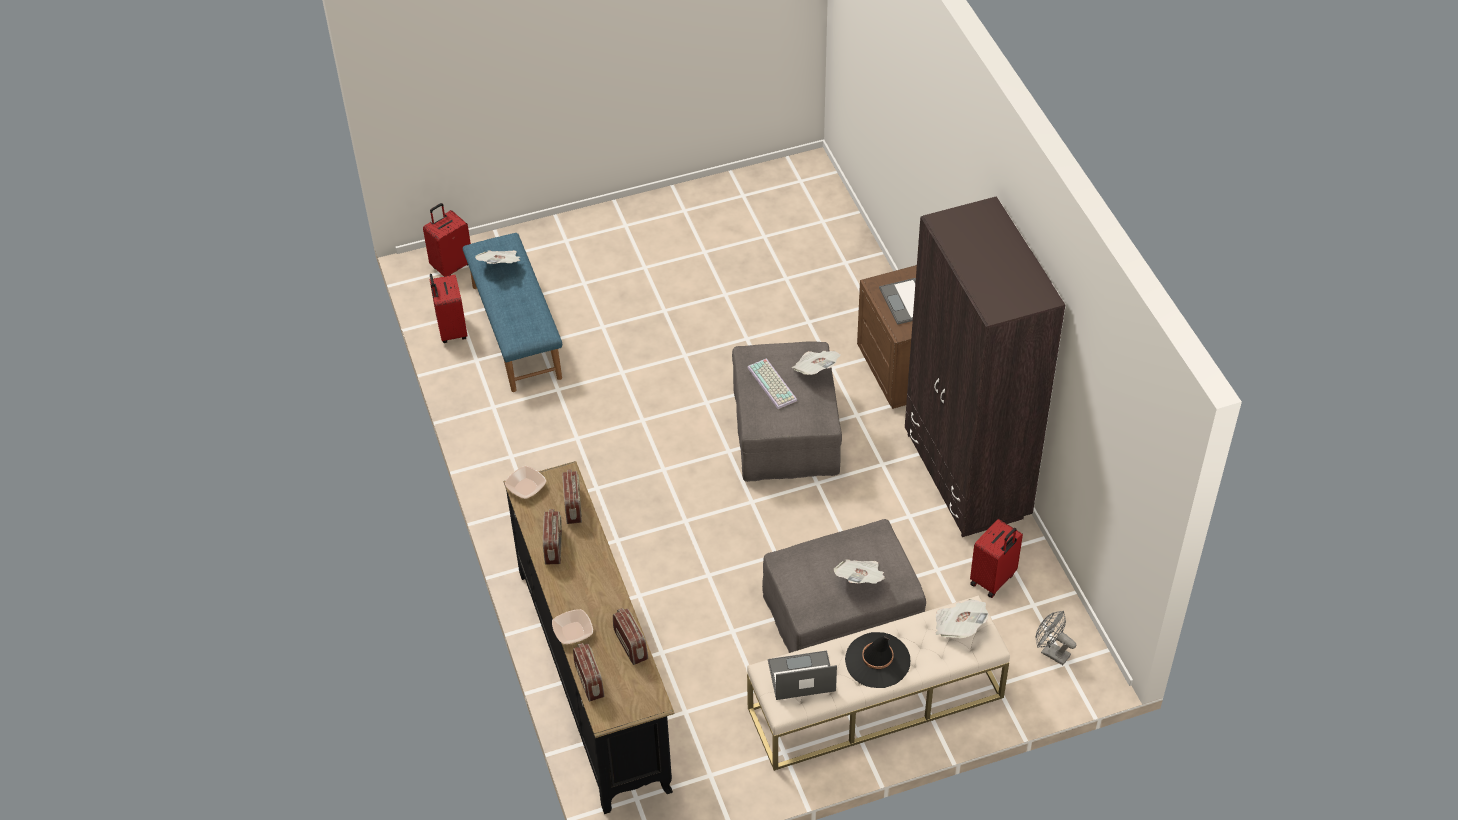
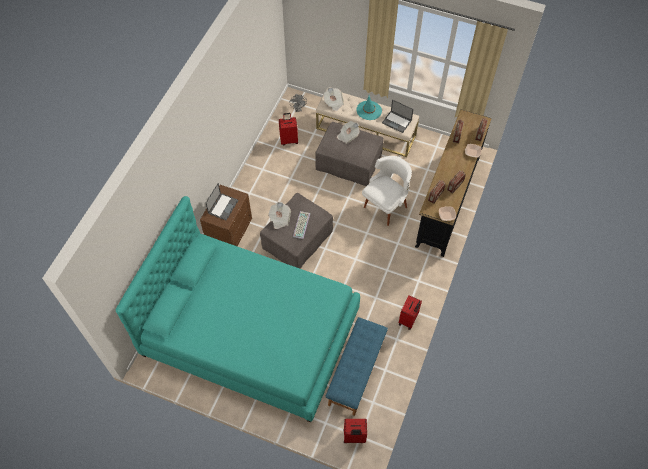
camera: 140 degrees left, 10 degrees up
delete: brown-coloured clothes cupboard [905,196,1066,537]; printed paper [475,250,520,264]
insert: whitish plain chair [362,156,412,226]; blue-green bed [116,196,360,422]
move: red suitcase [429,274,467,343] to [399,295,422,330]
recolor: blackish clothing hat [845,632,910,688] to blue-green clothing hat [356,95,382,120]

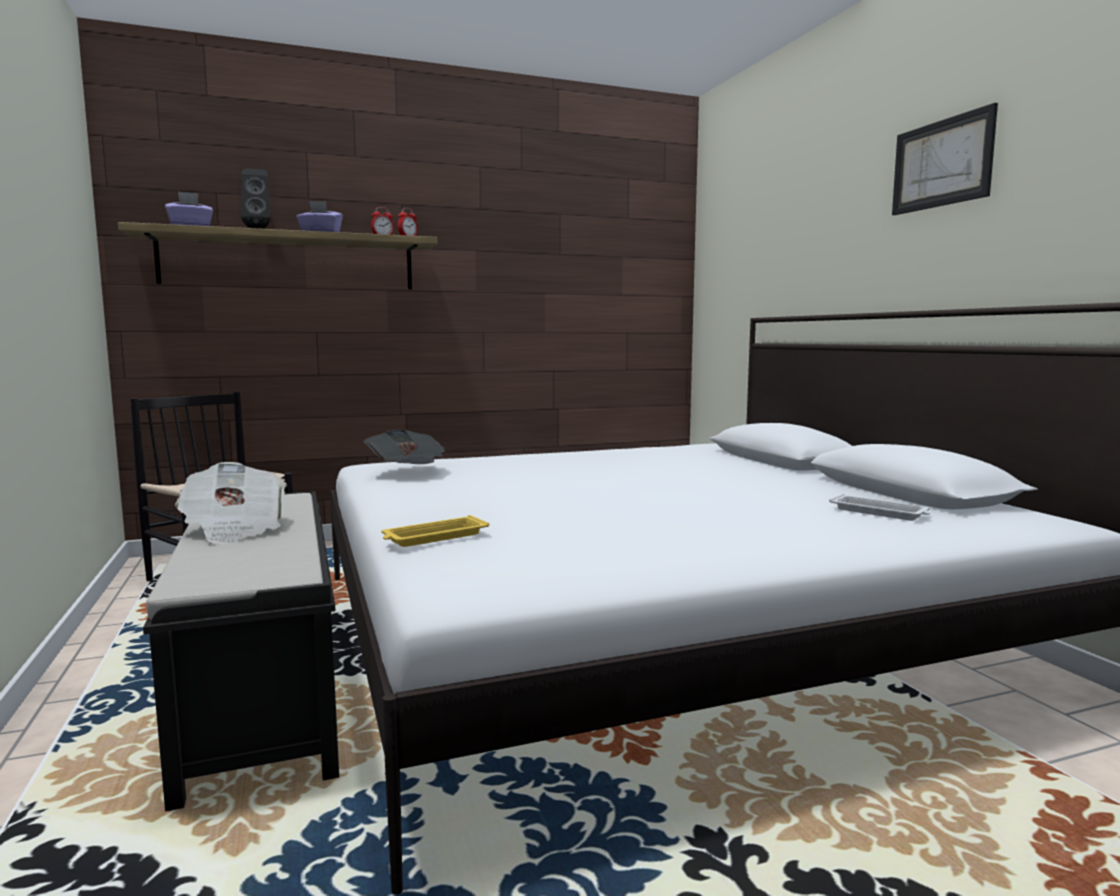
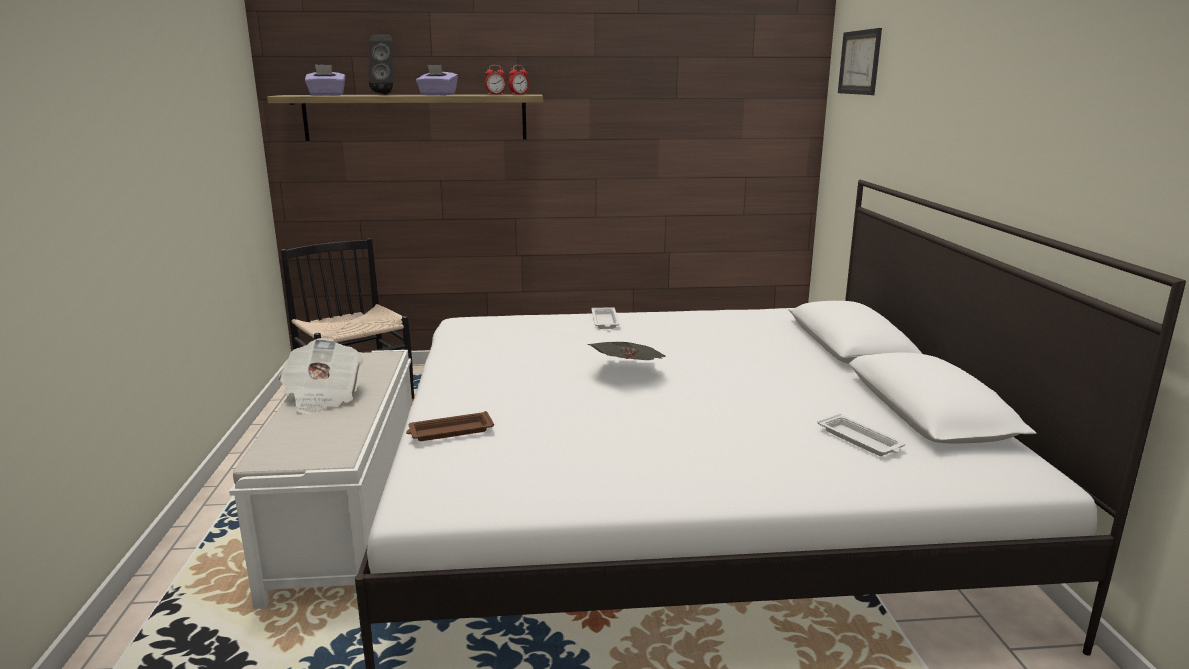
camera: 15 degrees right, 10 degrees up
insert: whitish tray [591,307,620,329]
move: wall picture [892,103,998,215] to [838,28,882,95]; printed paper [364,430,446,464] to [587,342,666,360]
recolor: blackish long seat [143,491,339,811] to whitish long seat [229,350,412,609]; yellow-coloured tray [382,515,489,547] to brown-coloured tray [406,411,494,441]

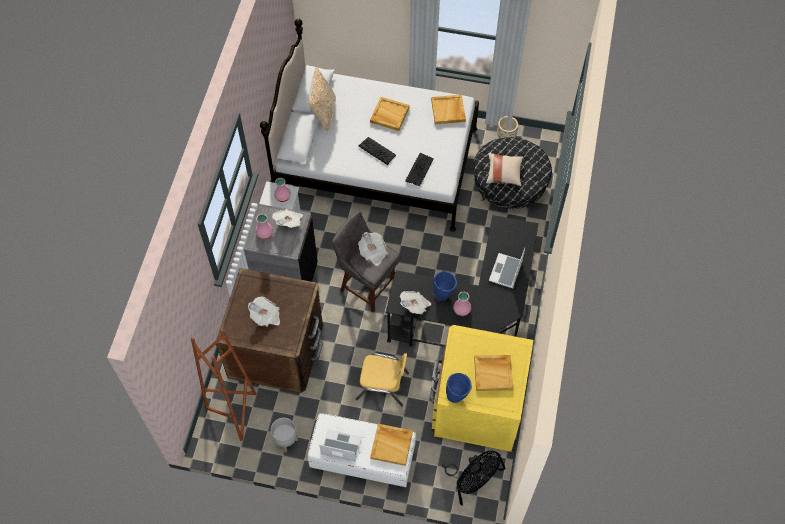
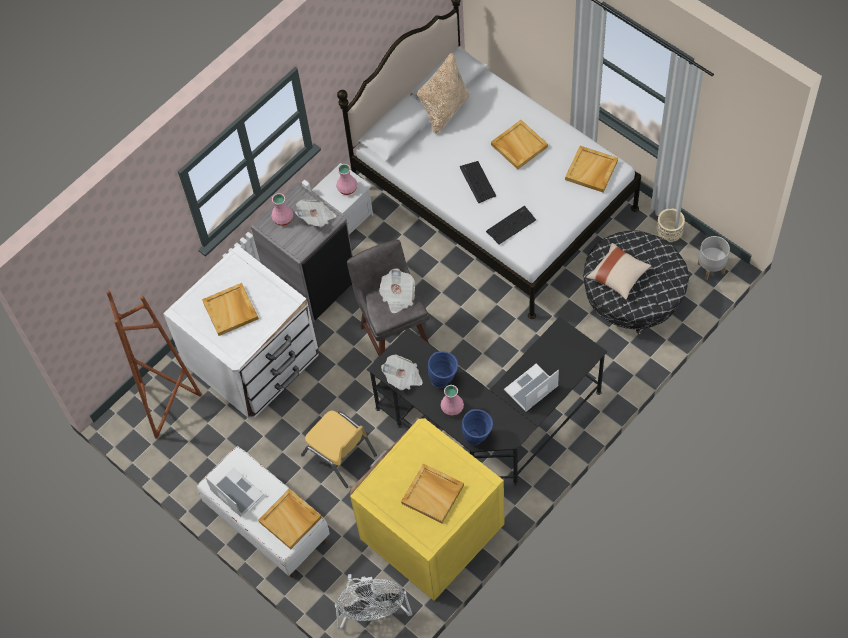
camera: 35 degrees right, 0 degrees up
move: blue flower vase [446,373,472,403] to [462,409,493,445]; greyish flower pot [271,418,298,452] to [697,236,730,280]
replace: printed paper [248,297,280,327] to sand-coloured tray [202,283,259,336]
recolor: brown-coloured drawer chest [216,268,323,393] to whitish drawer chest [163,245,319,418]; blackish cooling fan [442,451,505,506] to whitish cooling fan [335,573,412,629]

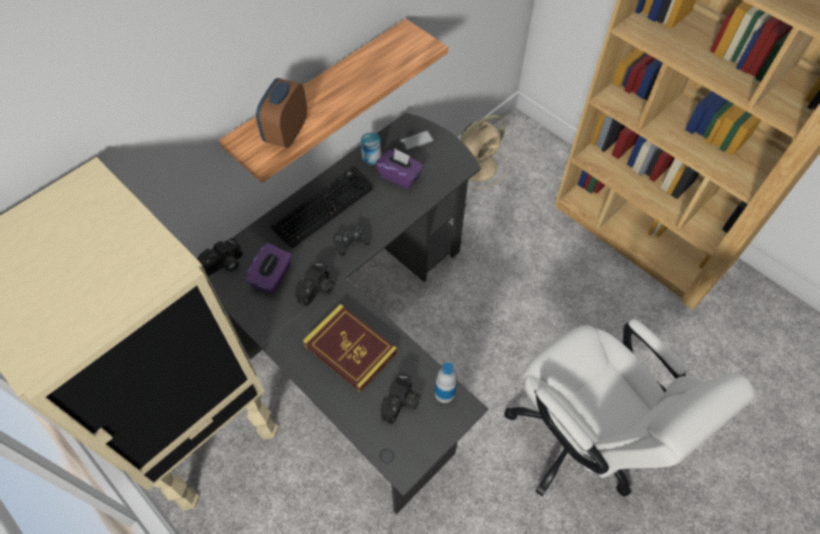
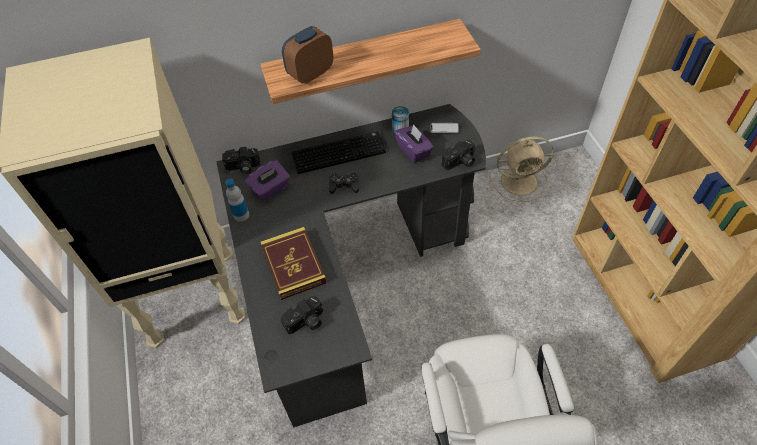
camera: 30 degrees right, 5 degrees down
move: photo camera [295,260,334,307] to [441,140,475,170]; drink bottle [435,362,457,403] to [225,179,249,222]

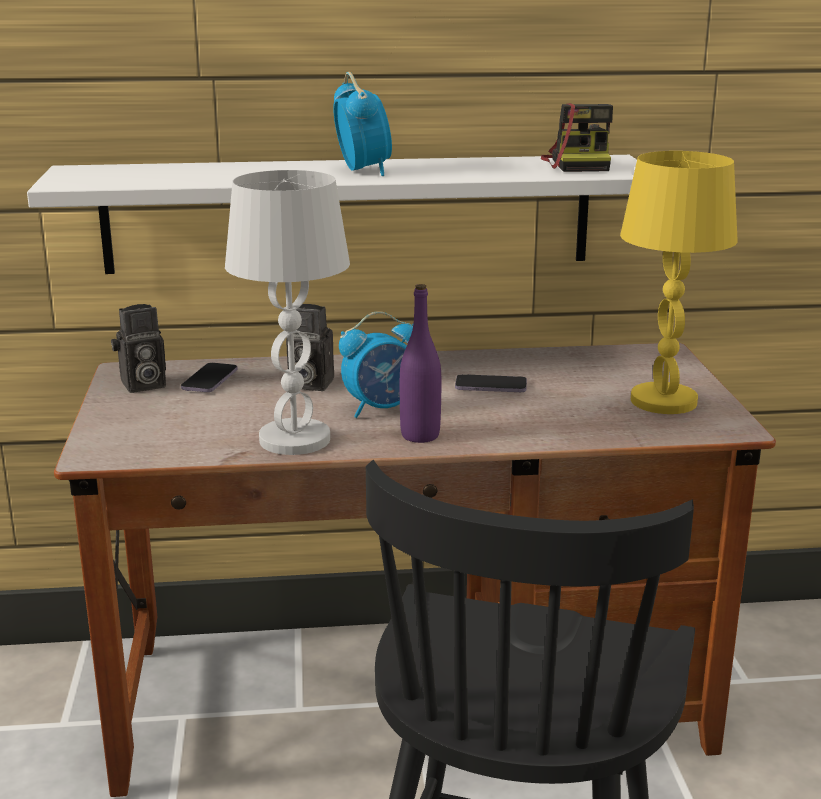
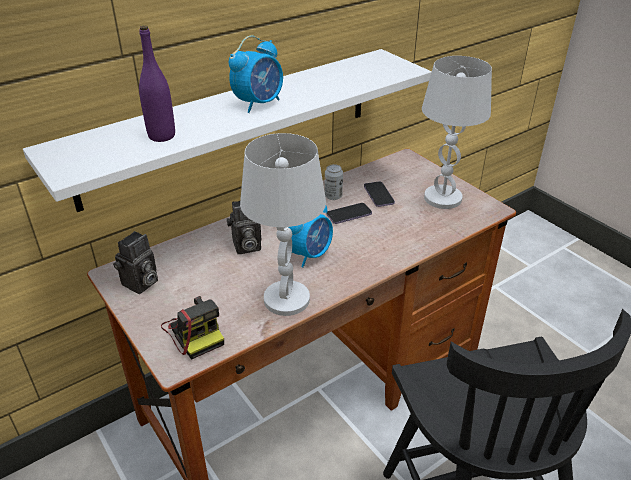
camera: 30 degrees left, 15 degrees up
insert: can [325,164,343,200]
move: photo camera [541,103,613,172] to [161,296,224,360]; purplish drink bottle [400,284,441,443] to [139,26,175,142]; phone [181,363,237,392] to [364,181,395,207]
recolor: yellow-coloured lamp for a table [620,151,738,414] to whitish lamp for a table [422,56,492,209]
rotate: bedside clock [333,72,392,176] = [229,36,283,113] 90 degrees clockwise

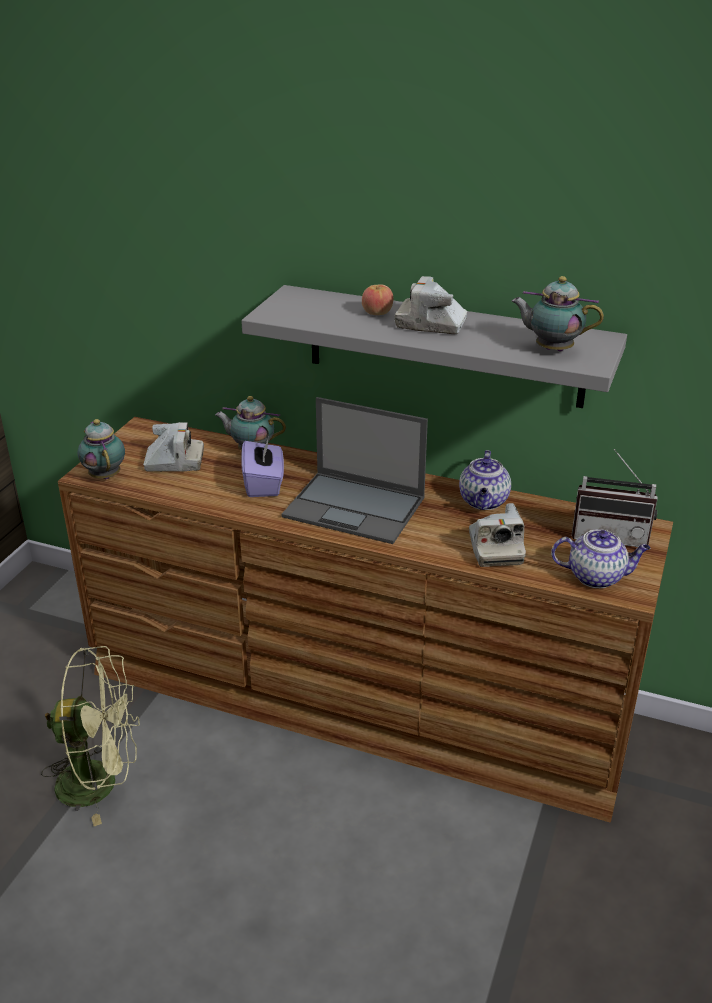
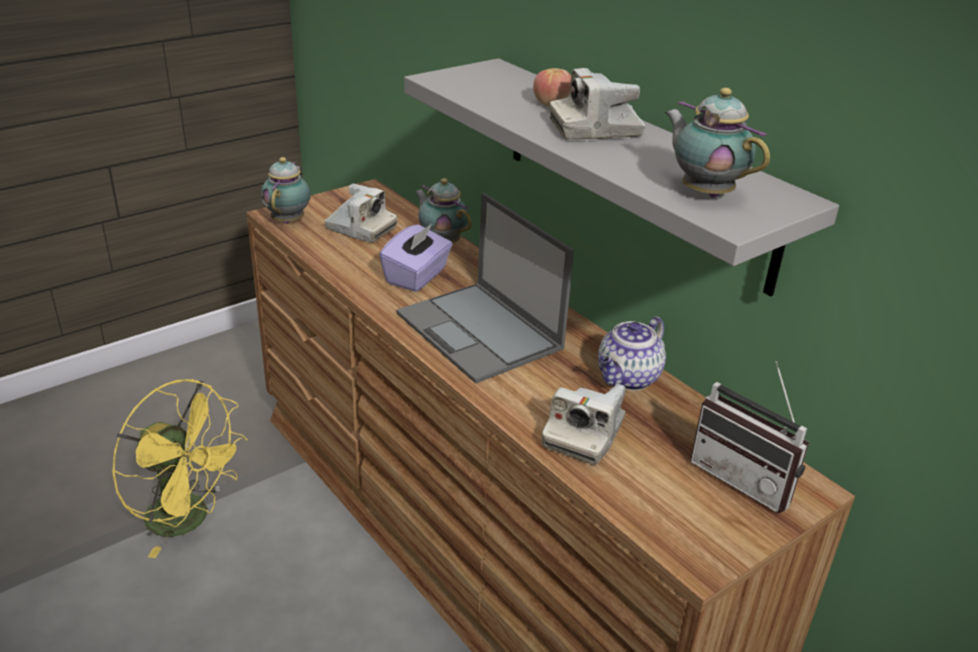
camera: 30 degrees right, 0 degrees up
delete: pot for tea [551,529,650,588]
recolor: green cooling fan [41,646,140,826] to yellow-coloured cooling fan [112,379,247,558]
rotate: photo camera [394,276,467,334] = [549,68,646,139] 60 degrees counterclockwise

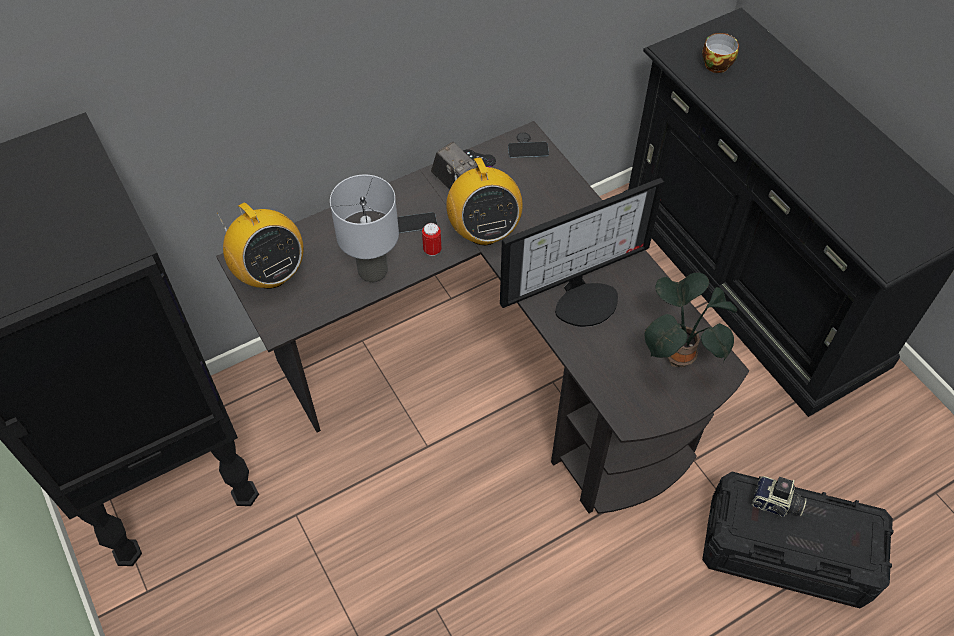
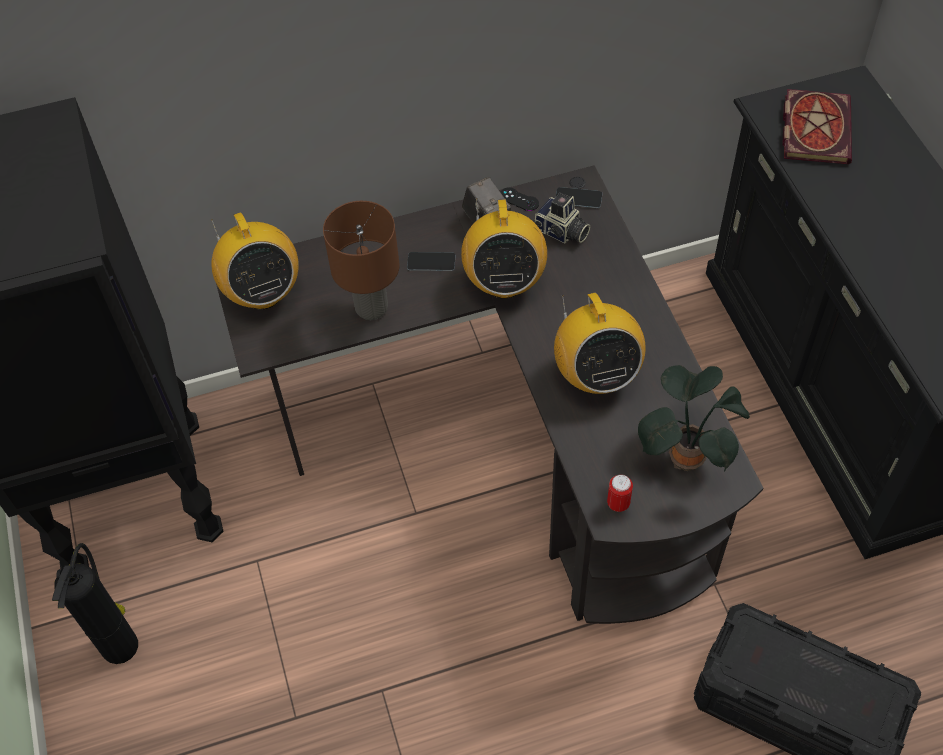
camera: 15 degrees right, 0 degrees up
insert: fire-fighting cylinder [52,543,138,664]
move: can [422,223,441,256] to [607,474,633,512]; photo camera [752,476,807,517] to [533,193,590,244]
replace: cup [702,33,739,73] to bound book [782,89,852,164]; monitor [500,178,664,327] to radio set [554,293,646,394]
recolor: whitish lamp for a table [330,175,399,282] to brown-coloured lamp for a table [323,201,400,320]

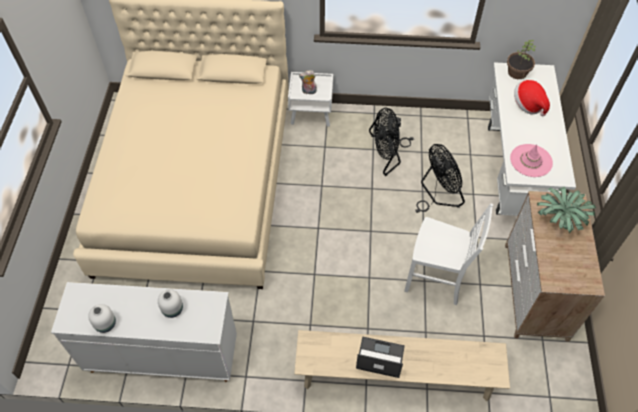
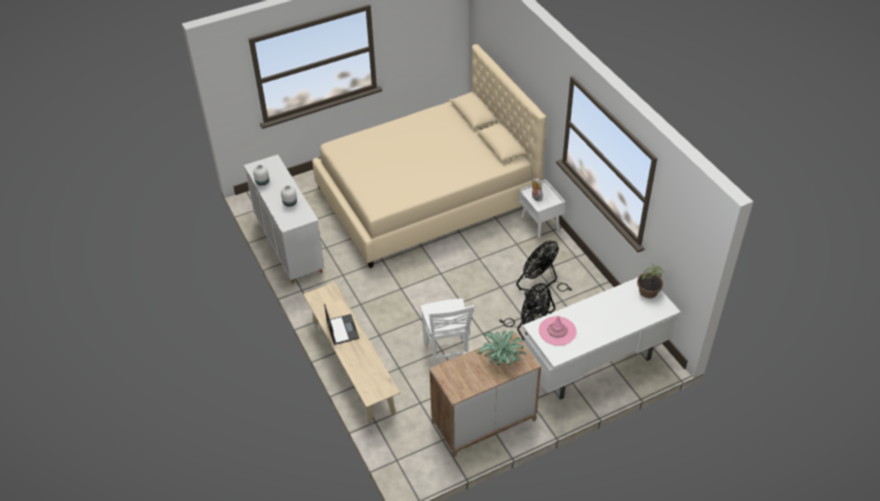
camera: 60 degrees right, 10 degrees down
delete: clothing hat [514,80,550,116]

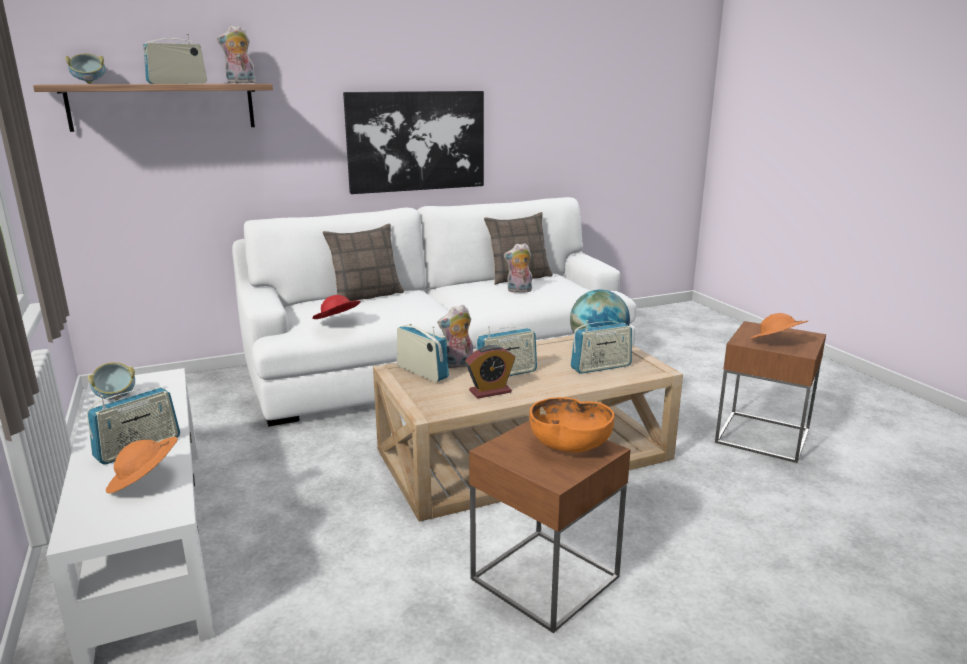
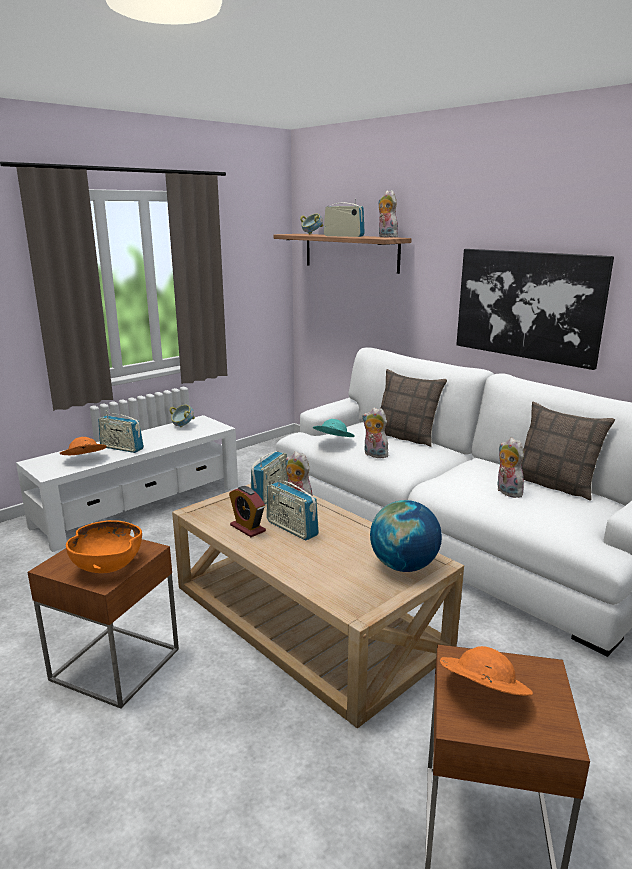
camera: 70 degrees right, 0 degrees up
delete: radio set [570,320,632,374]
insert: cuddly toy [362,407,388,458]
recolor: red clothing hat [312,295,361,319] to blue-green clothing hat [313,419,355,437]

